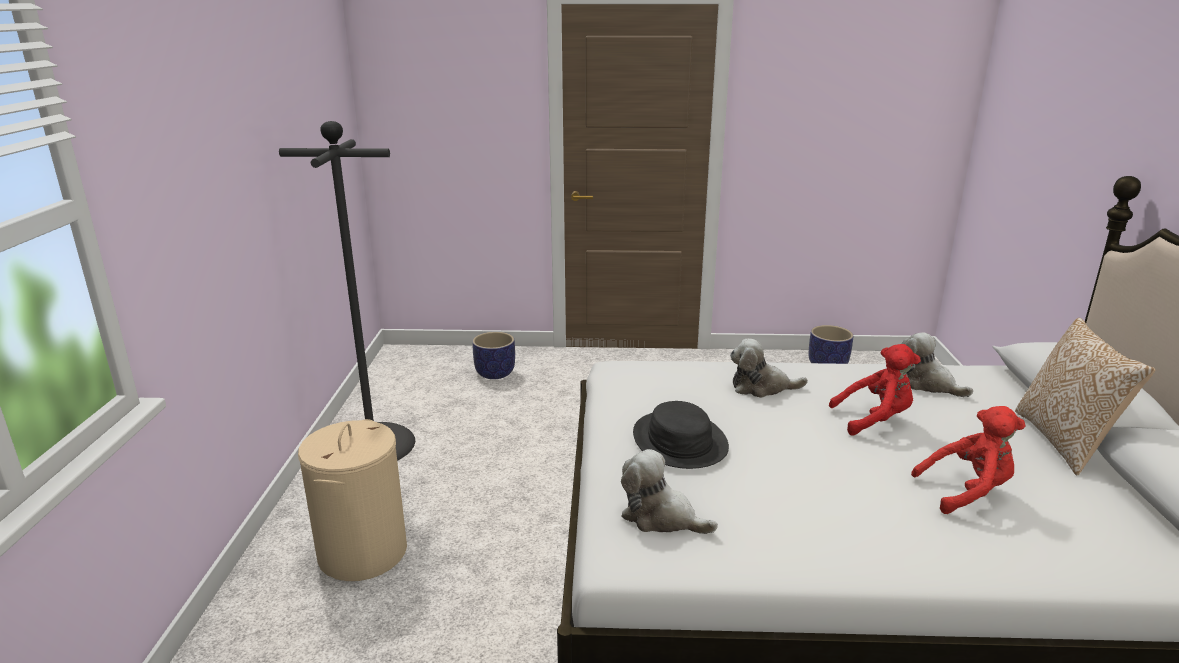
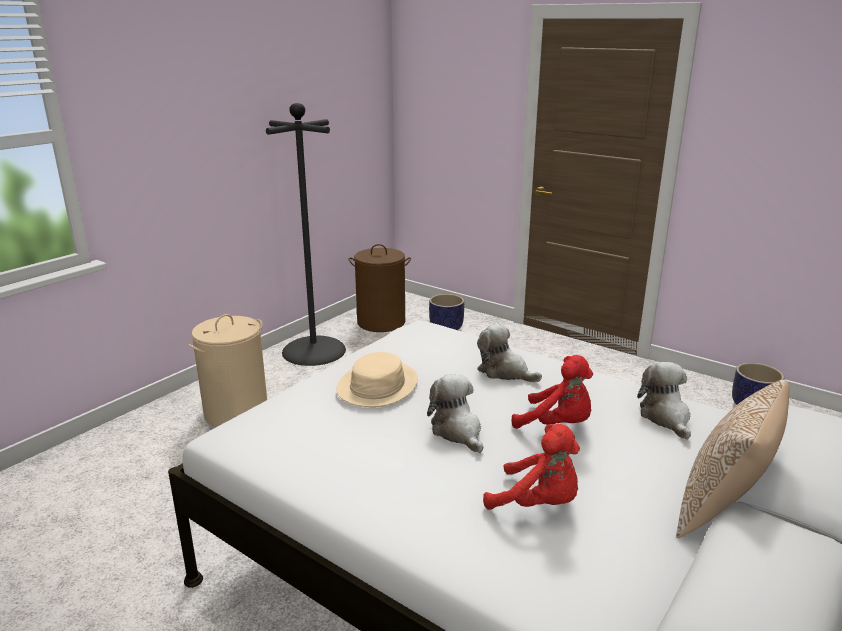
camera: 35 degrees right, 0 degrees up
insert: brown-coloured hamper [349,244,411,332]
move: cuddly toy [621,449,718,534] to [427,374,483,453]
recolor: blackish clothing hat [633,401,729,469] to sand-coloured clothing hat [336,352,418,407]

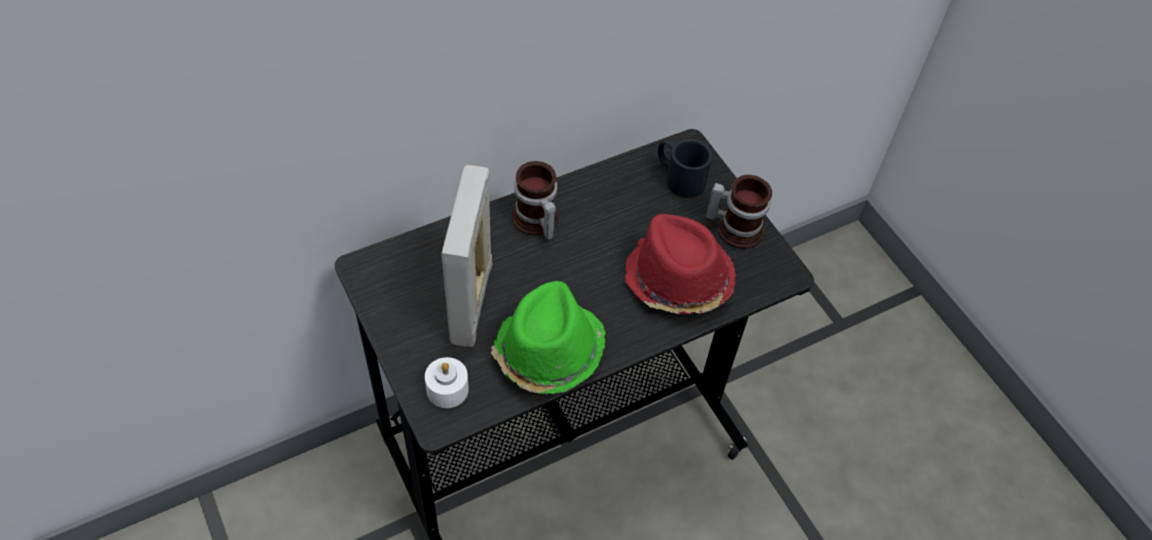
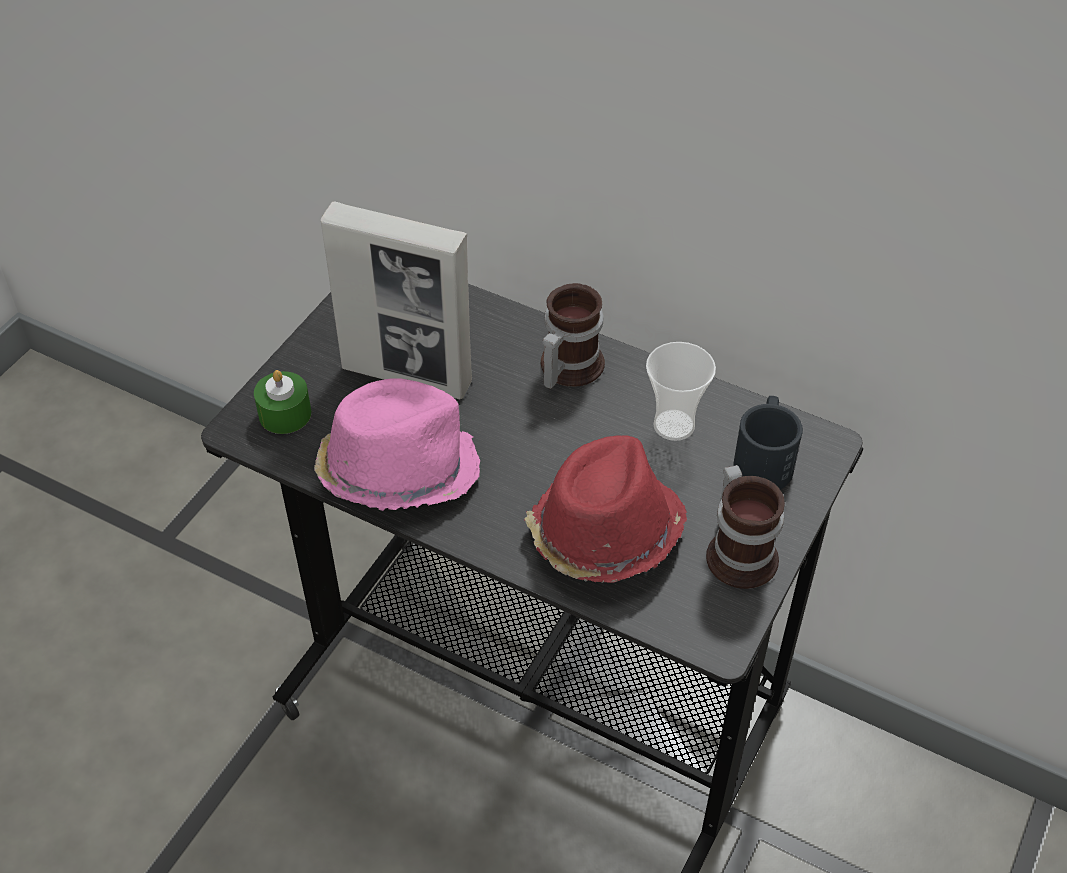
camera: 60 degrees right, 5 degrees down
insert: cup [646,342,716,441]
recolor: green clothing hat [491,281,606,394] to pink-coloured clothing hat [314,378,480,511]; whitish wax candle [425,357,469,408] to green wax candle [254,370,311,434]
rotate: picture frame [441,165,493,347] = [321,201,472,399] 135 degrees counterclockwise

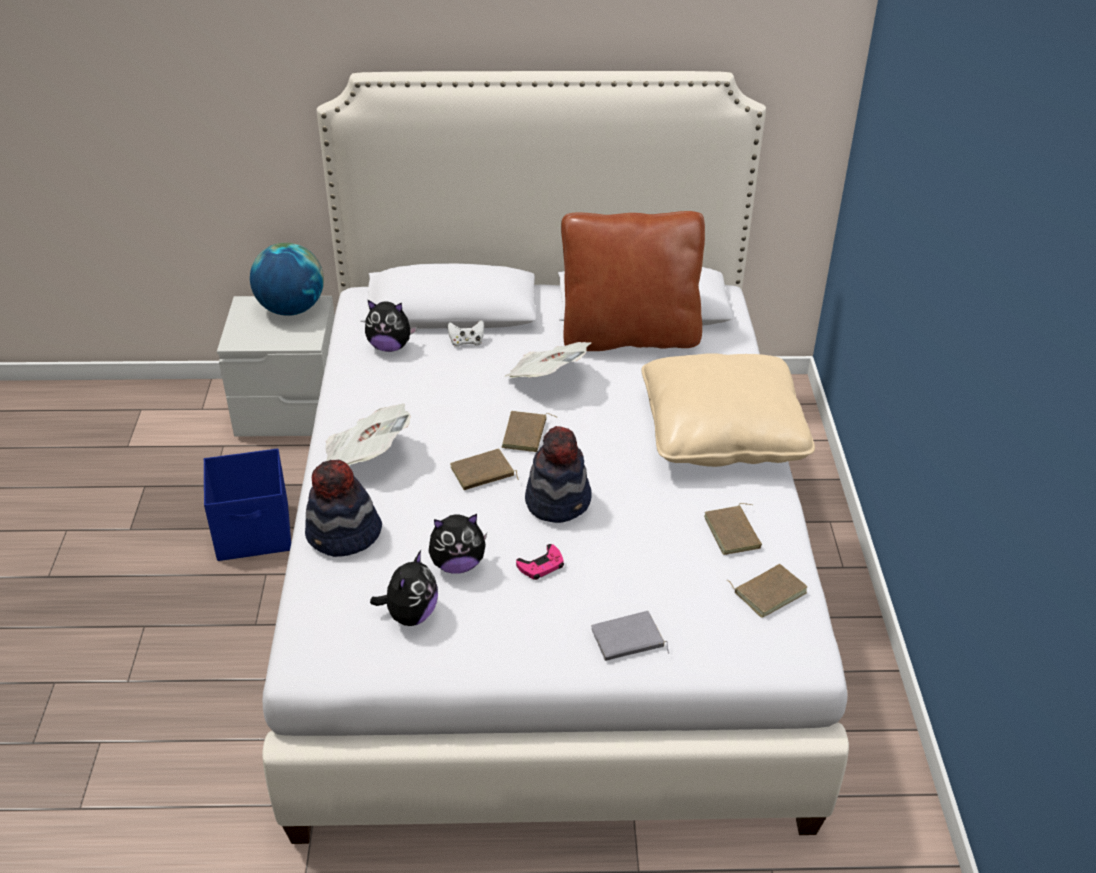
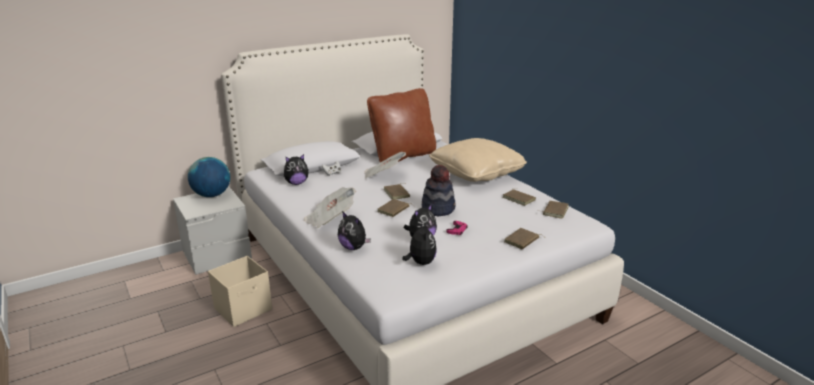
camera: 30 degrees left, 15 degrees down
replace: clothing hat [305,459,382,557] to cuddly toy [338,211,371,250]
recolor: blue storage bin [204,448,291,561] to sand-coloured storage bin [208,256,272,327]; greyish bound book [591,611,669,661] to brown-coloured bound book [504,228,544,249]

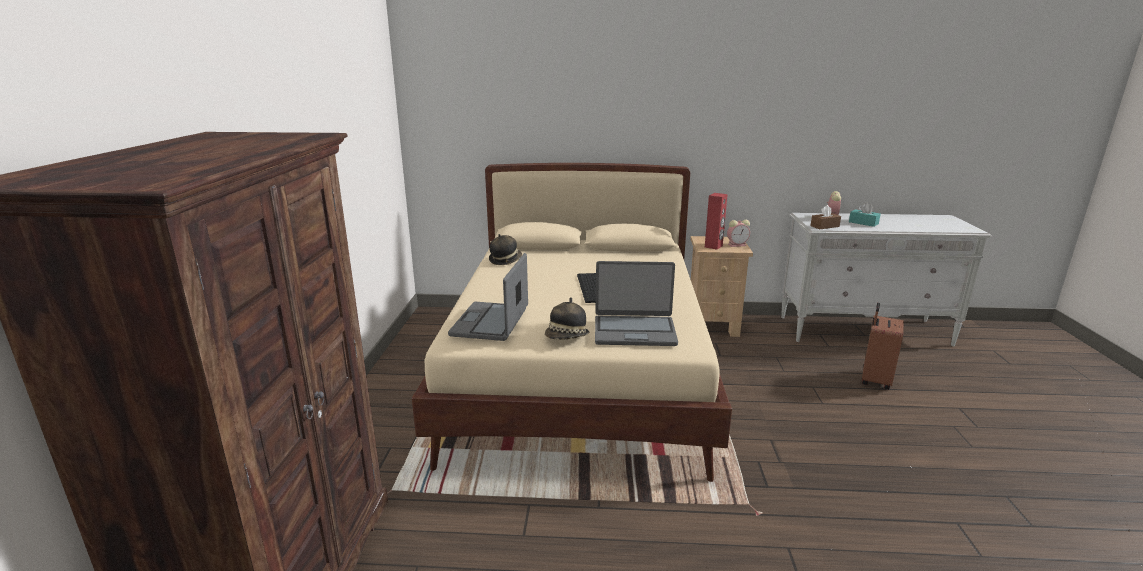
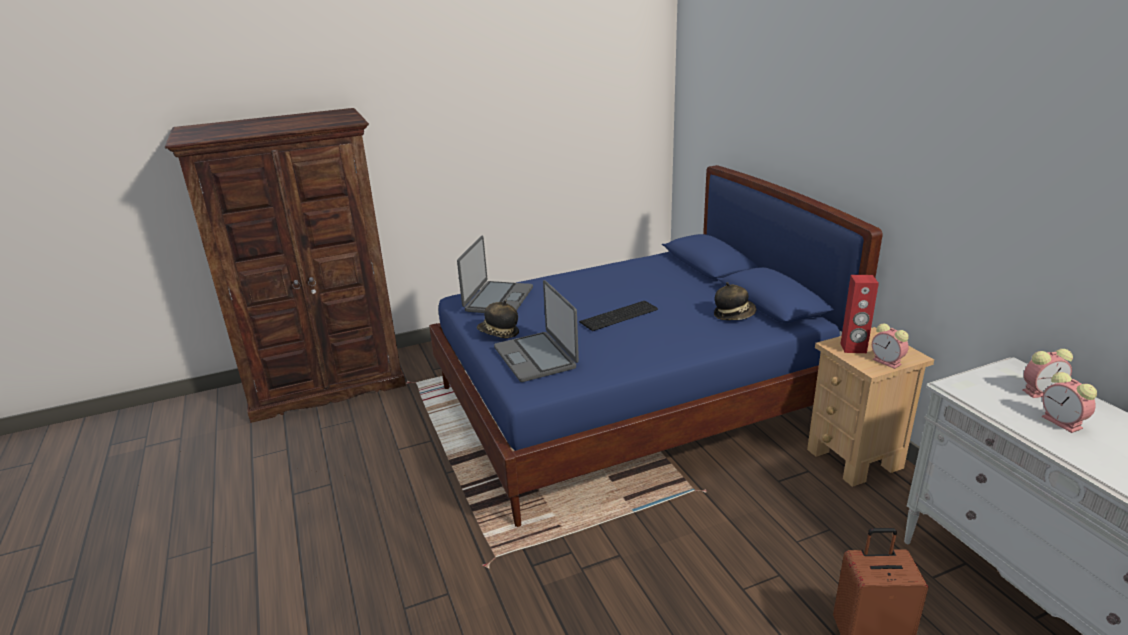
camera: 65 degrees right, 5 degrees up
delete: brown-coloured tissue box [811,205,841,229]
move: clothing hat [489,234,522,265] to [714,282,756,320]
replace: blue-green tissue box [849,202,881,227] to bedside clock [1041,372,1097,433]
recolor: sand-coloured bed [412,163,732,482] to blue bed [429,165,883,527]
rotate: laptop [448,253,528,341] = [457,236,533,313] 120 degrees clockwise

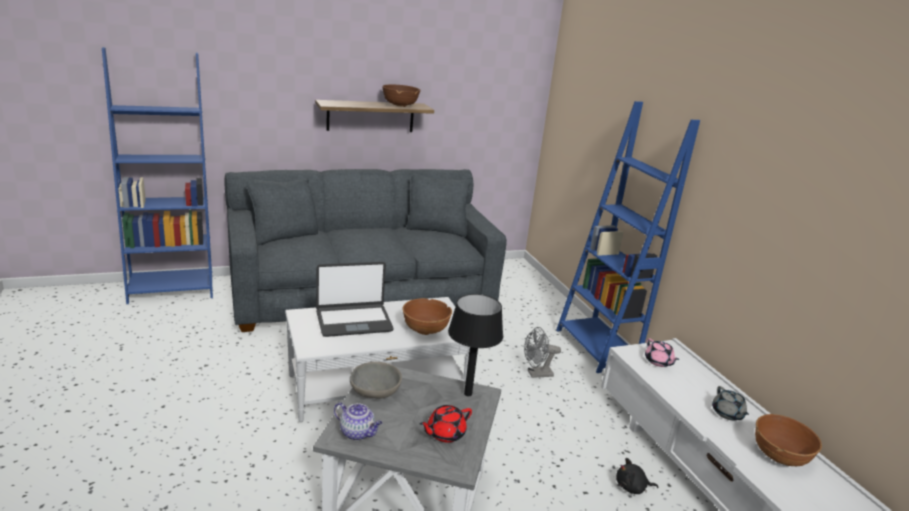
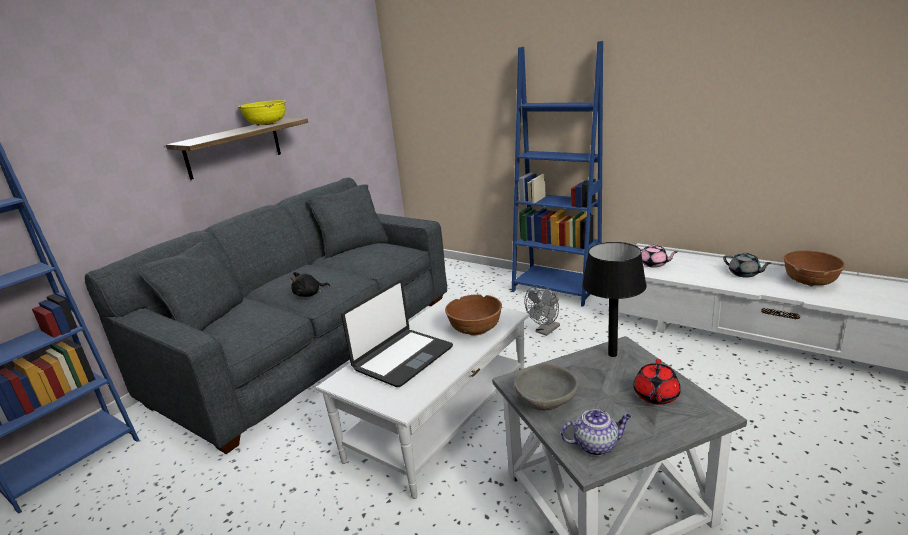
camera: 30 degrees left, 0 degrees up
move: blackish cuddly toy [616,458,658,494] to [291,272,330,297]
recolor: brown-coloured bowl [382,85,421,107] to yellow-coloured bowl [239,100,286,126]

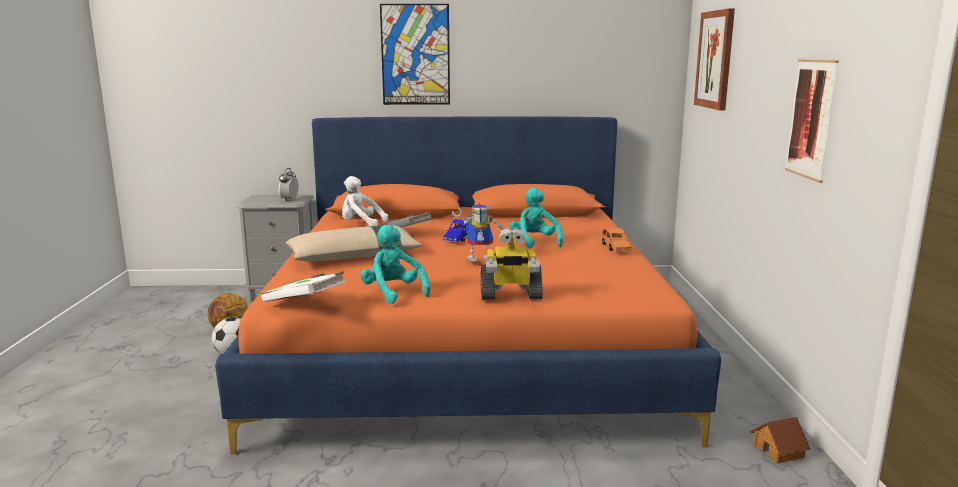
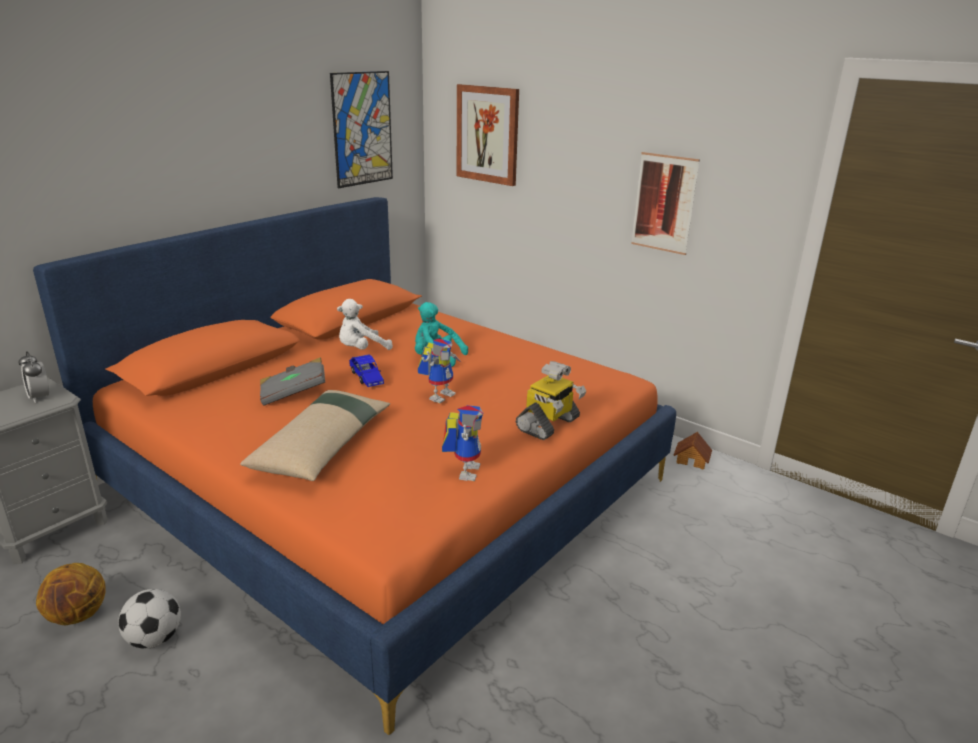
camera: 50 degrees left, 10 degrees up
delete: orange model car [600,228,631,252]; whitish bound book [261,271,346,302]
move: wall picture [380,4,450,105] to [330,71,393,188]; whitish cuddly toy [342,176,389,226] to [337,299,393,350]
replace: blue-green cuddly toy [360,225,431,304] to toy robot [442,405,483,481]

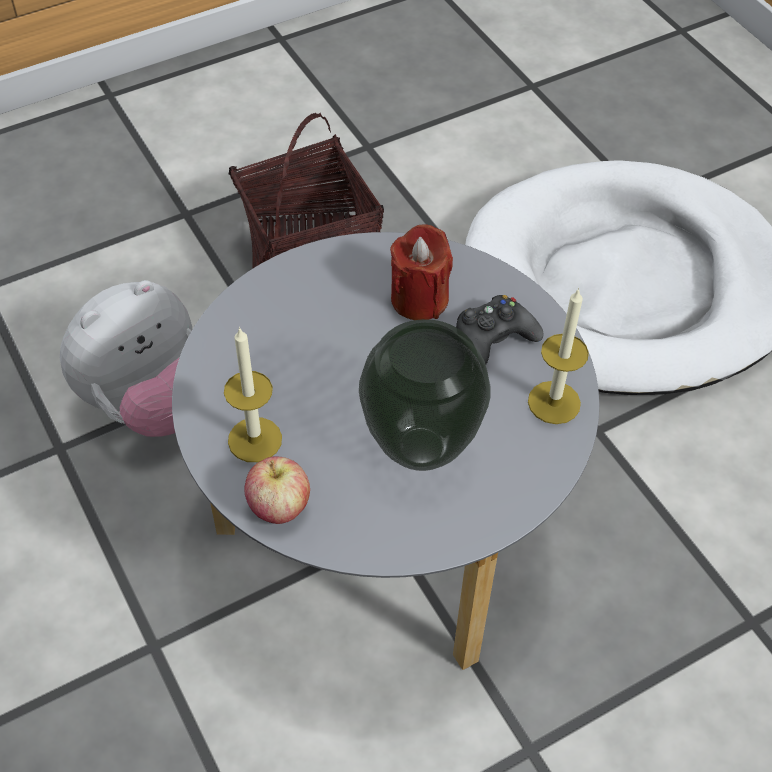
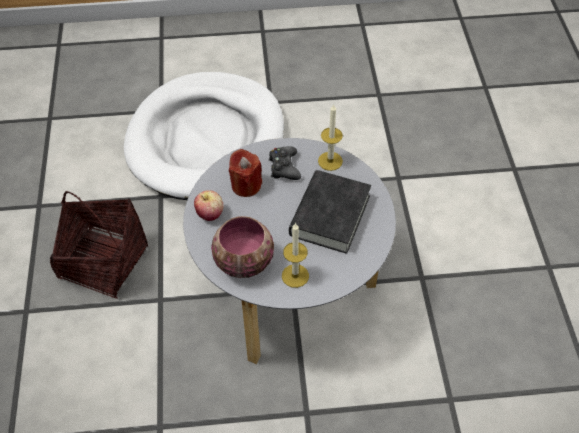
camera: 65 degrees left, 0 degrees up
delete: cuddly toy [60,280,192,437]
insert: bowl [211,216,274,278]
move: apple [244,456,310,524] to [194,190,223,221]
replace: flower vase [359,319,491,471] to blackish bound book [289,170,371,254]

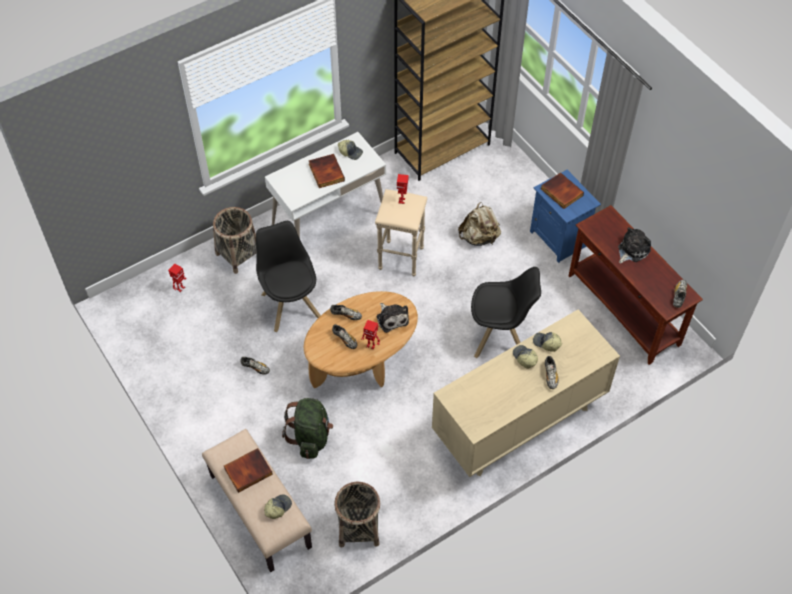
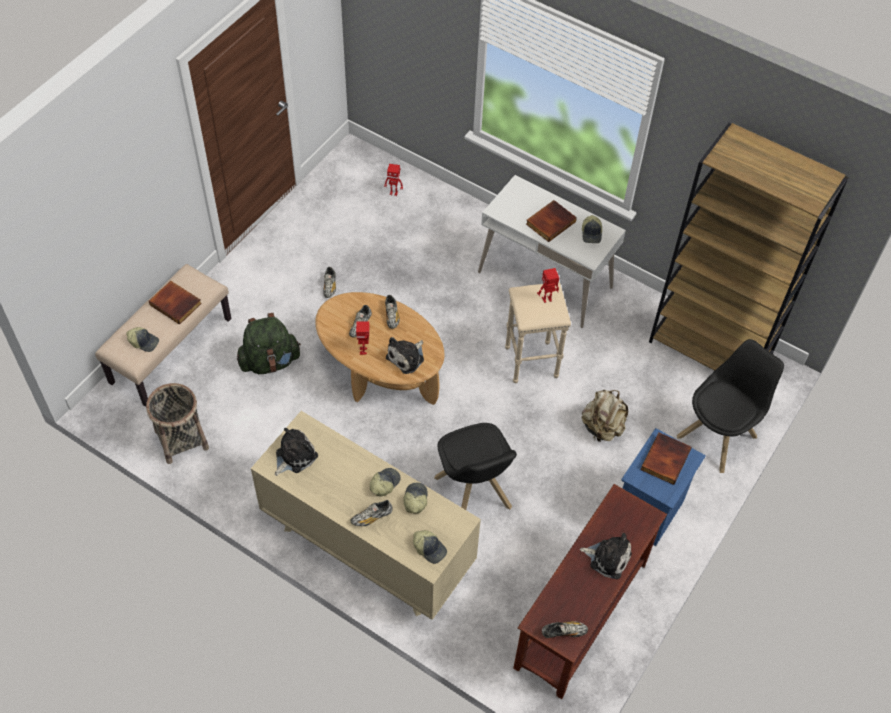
camera: 65 degrees right, 0 degrees up
delete: storage basket [213,207,257,274]
insert: cuddly toy [275,428,318,476]; baseball cap [413,530,447,564]
move: blackish plain chair [256,221,321,332] to [677,339,784,473]

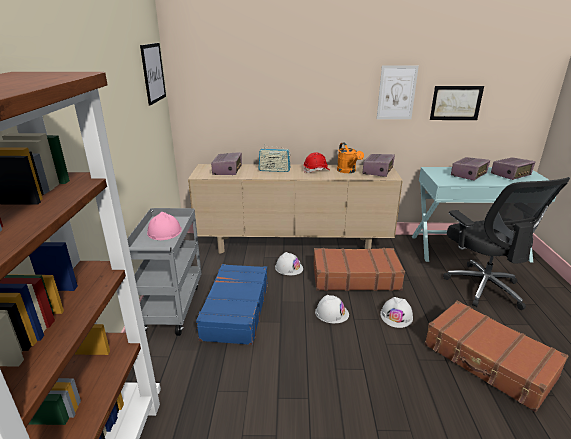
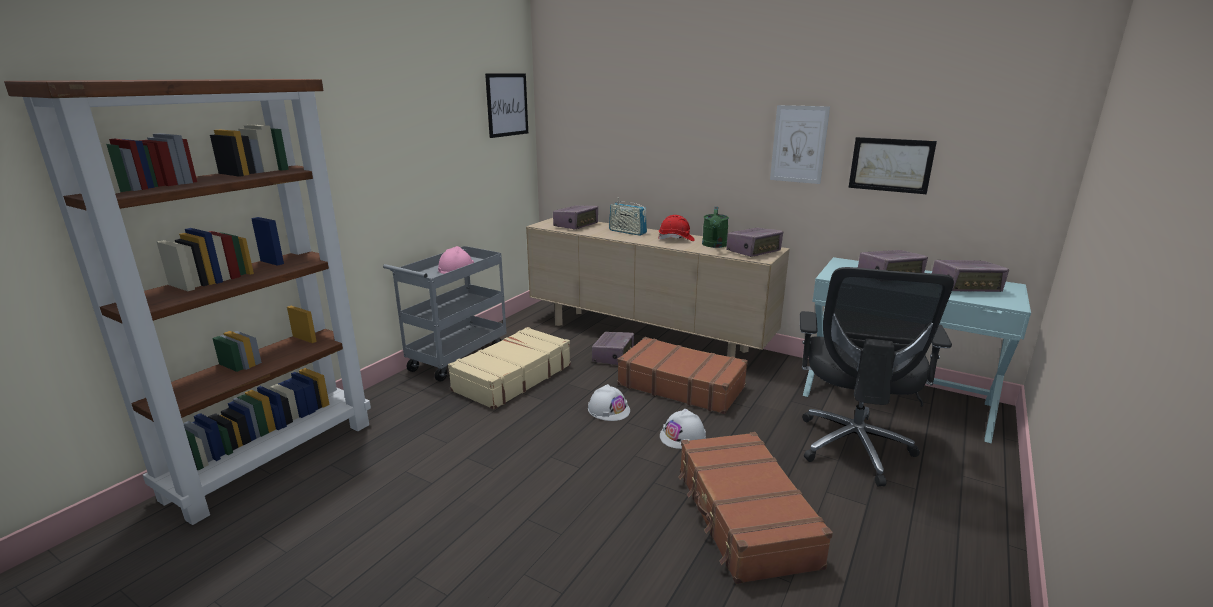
camera: 30 degrees right, 5 degrees down
replace: whitish safety helmet [275,252,303,275] to radio set [592,332,634,365]
recolor: orange sprinkling can [337,143,364,173] to green sprinkling can [702,207,729,248]; blue suitcase [196,264,268,345] to sand-coloured suitcase [448,327,571,409]

